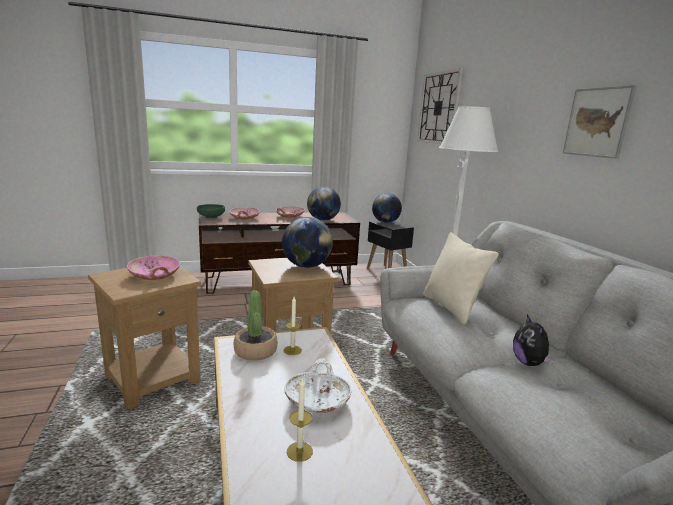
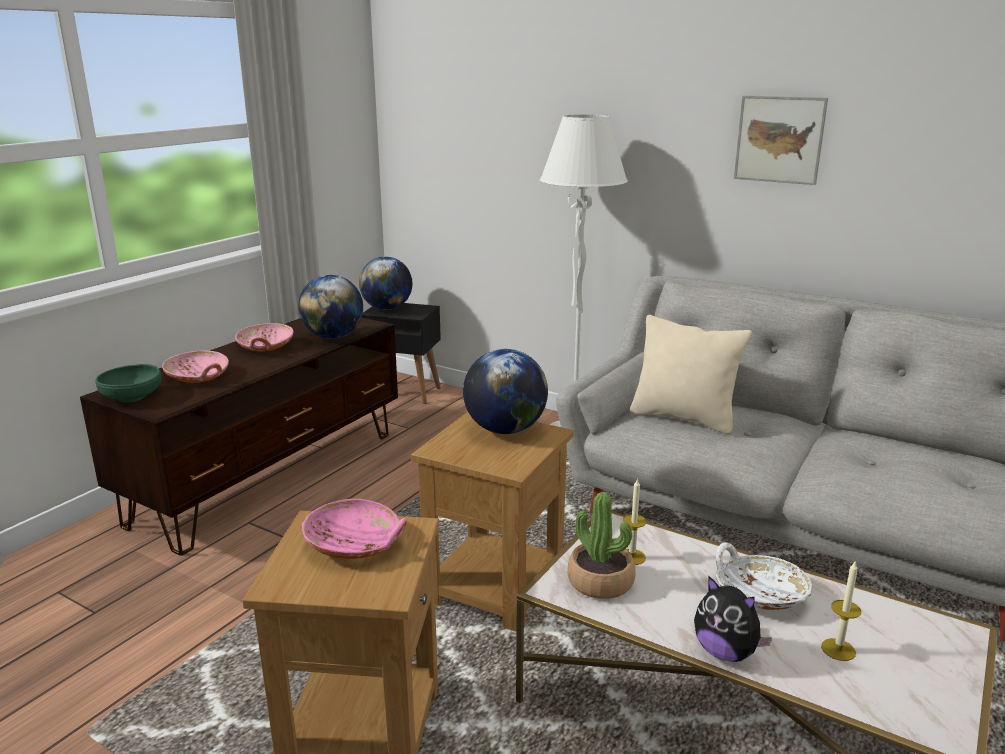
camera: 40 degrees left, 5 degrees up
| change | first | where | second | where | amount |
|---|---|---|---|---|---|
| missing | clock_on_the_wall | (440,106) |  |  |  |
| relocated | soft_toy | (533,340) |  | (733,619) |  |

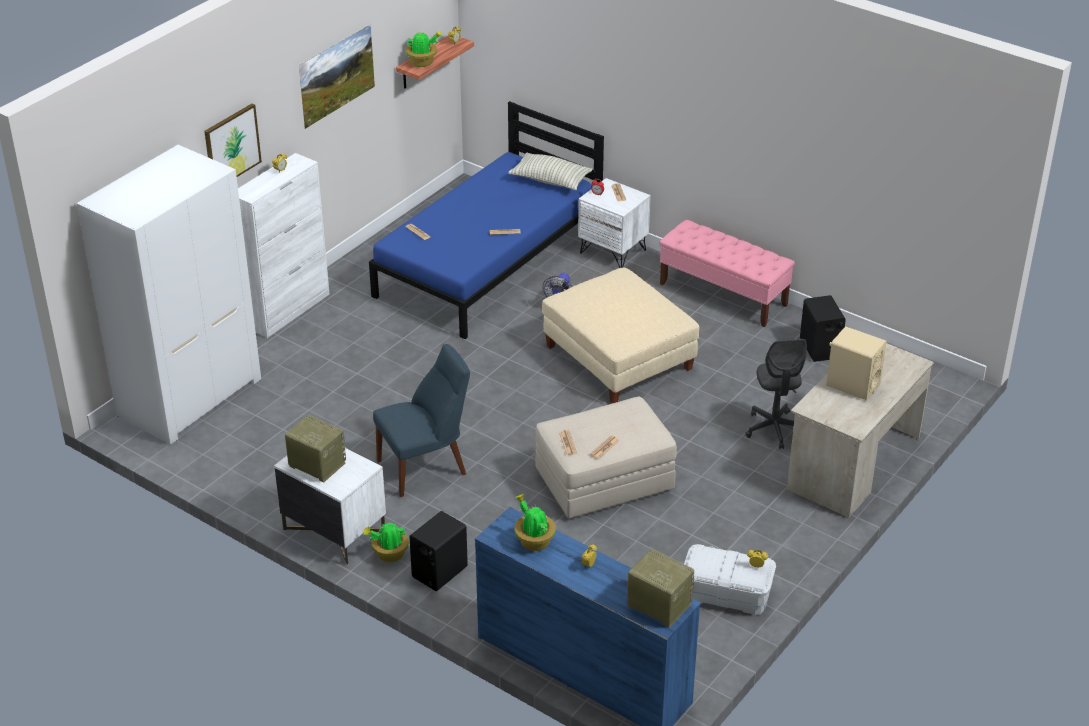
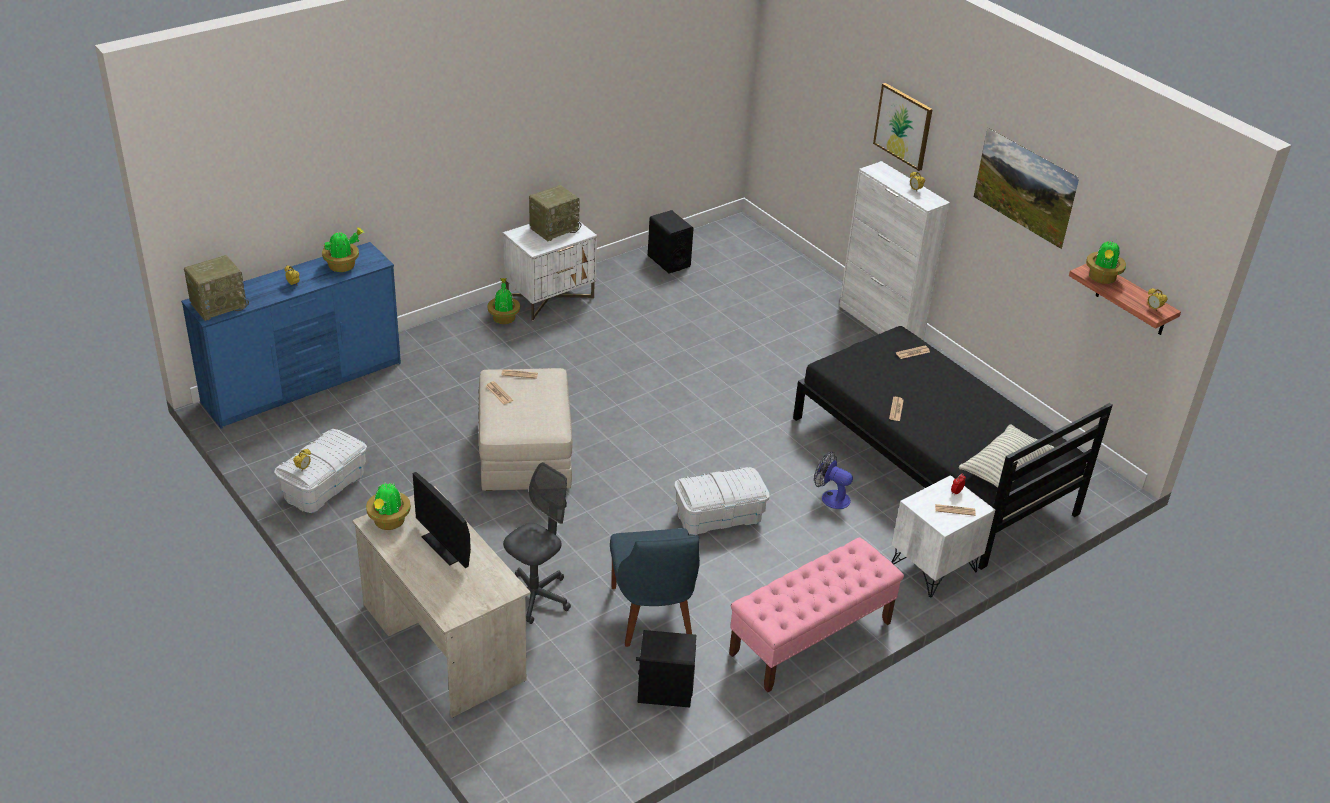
camera: 105 degrees right, 0 degrees up
| change | first | where | second | where | amount |
|---|---|---|---|---|---|
| missing | white_wardrobe | (168,295) |  |  |  |
| colour | blue_bedroom_bed | (486,220) | black_bedroom_bed | (953,448) |  |
| relocated | blue_plain_chair | (421,420) |  | (655,587) |  |
| relocated | black_speaker | (438,551) |  | (671,241) |  |
| exchanged | beige-coloured_footrest | (621,335) | white_storage_box | (722,501) |  |
| spun | gray_computer_chair | (776,394) |  | (537,543) | 120 degrees clockwise |
| exchanged | beige-coloured_speaker | (856,363) | computer_screen | (442,520) |  |
| appeared |  |  | plant_in_a_pot | (388,506) |  |

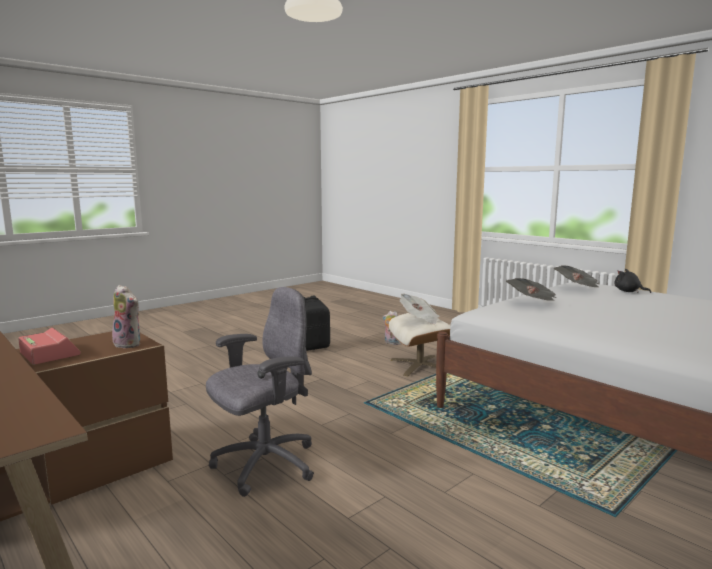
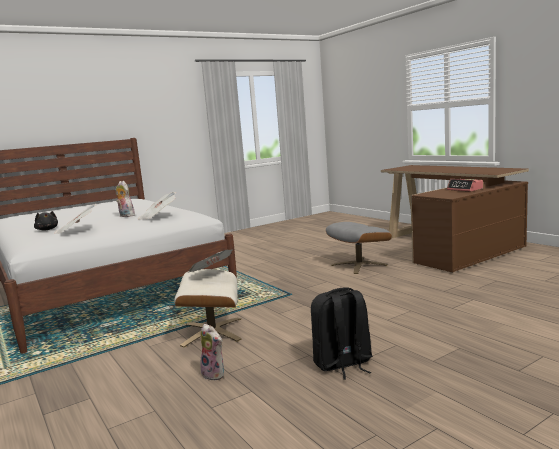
camera: 170 degrees left, 0 degrees up
| change | first | where | second | where | amount |
|---|---|---|---|---|---|
| relocated | soft_toy | (126,317) |  | (125,199) |  |
| exchanged | gray_computer_chair | (260,392) | gray_footrest | (359,248) |  |

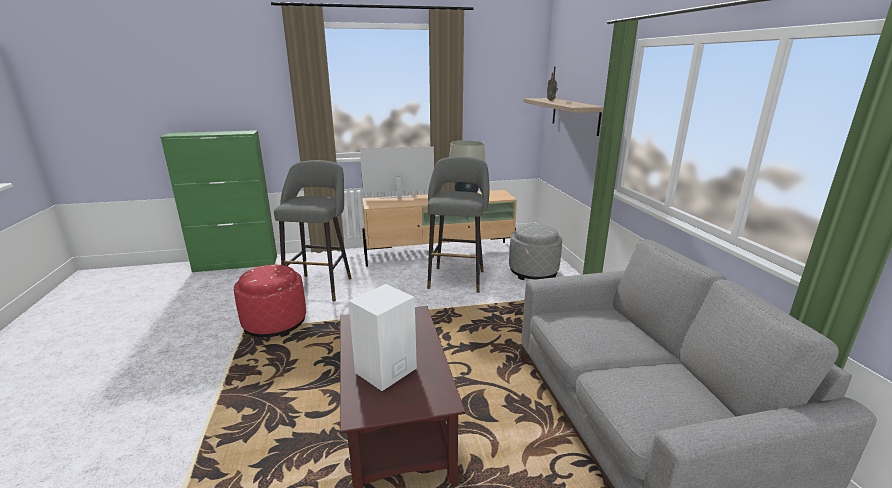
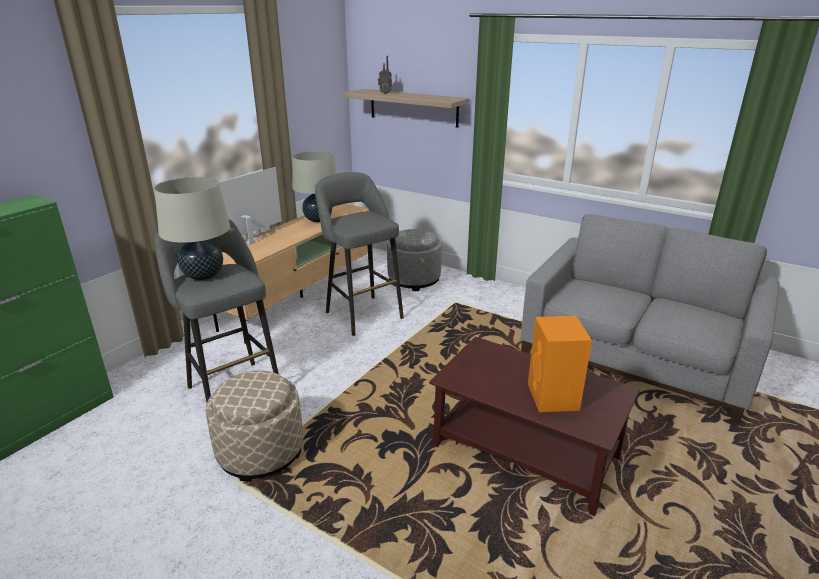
camera: 45 degrees left, 5 degrees up
| change | first | where | second | where | amount |
|---|---|---|---|---|---|
| colour | red_footrest | (270,301) | beige-coloured_footrest | (254,426) |  |
| colour | white_speaker | (382,337) | orangey_speaker | (560,364) |  |
| appeared |  |  | beige-coloured_tabletop_lamp | (192,228) |  |

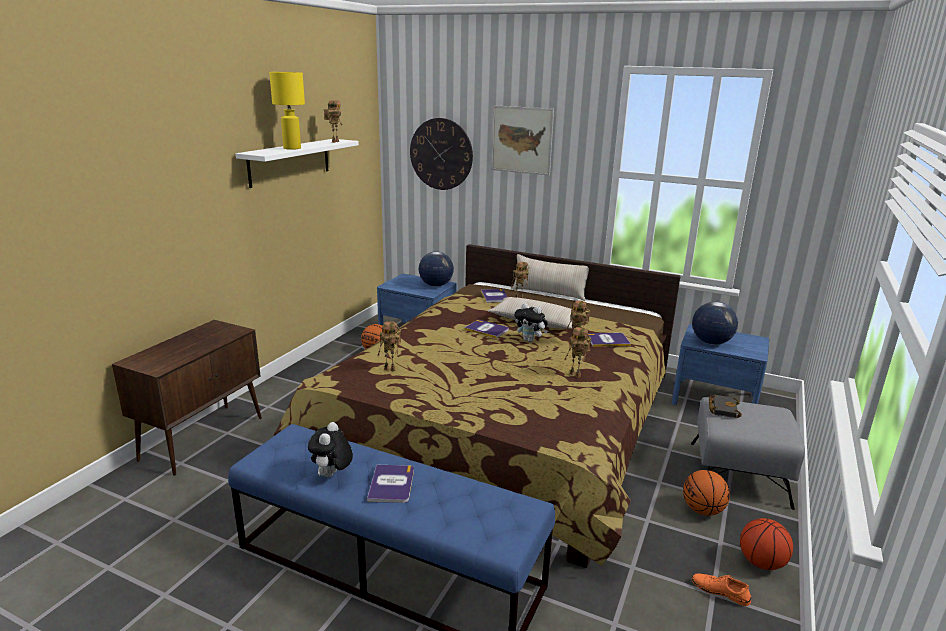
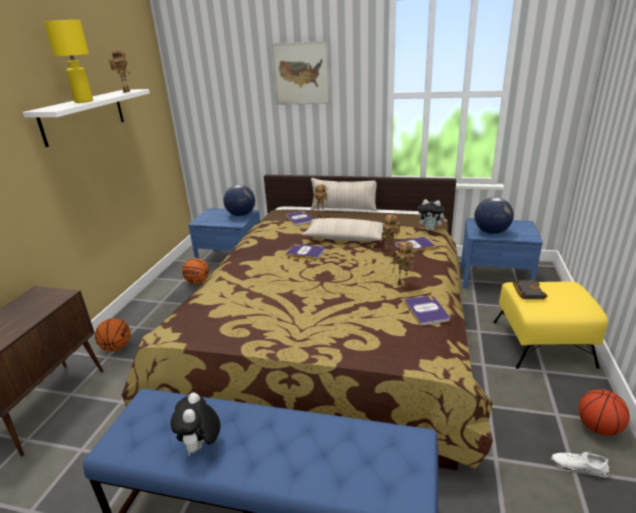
camera: 10 degrees left, 5 degrees up
| change | first | where | second | where | amount |
|---|---|---|---|---|---|
| relocated | book | (390,484) |  | (427,310) |  |
| missing | model_robot | (389,346) |  |  |  |
| missing | clock_on_the_wall | (441,154) |  |  |  |
| relocated | soft_toy | (531,322) |  | (432,215) |  |
| relocated | basketball | (706,493) |  | (113,334) |  |
| colour | gray_footrest | (748,453) | yellow_footrest | (550,325) |  |
| colour | orangey_low_shoe | (721,589) | white_low_shoe | (580,464) |  |

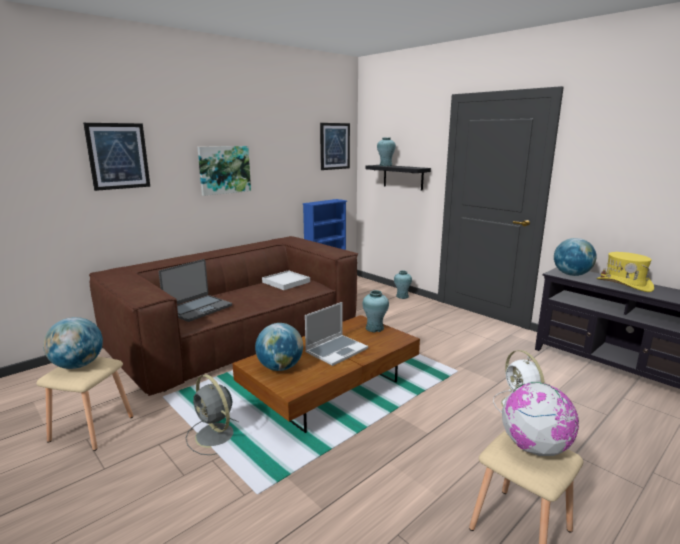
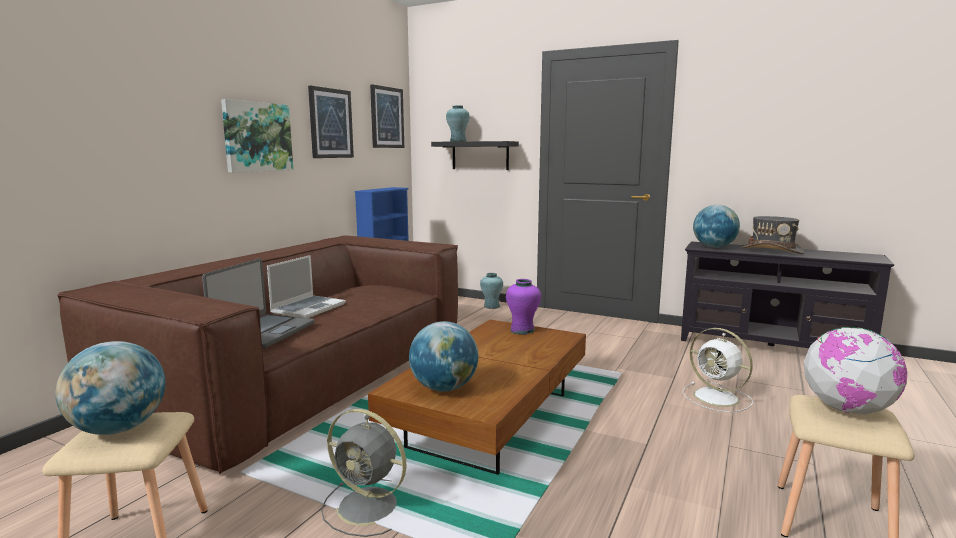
camera: 20 degrees left, 5 degrees down
| change | first | where | second | where | amount |
|---|---|---|---|---|---|
| relocated | wall_picture | (116,157) |  | (331,122) |  |
| missing | white_tray | (286,280) |  |  |  |
| relocated | portable_computer | (336,334) |  | (306,286) |  |
| colour | turquoise-coloured_decorative_vase | (376,311) | purplish_decorative_vase | (523,307) |  |
| colour | yellow_clothing_hat | (625,272) | gray_clothing_hat | (773,235) |  |

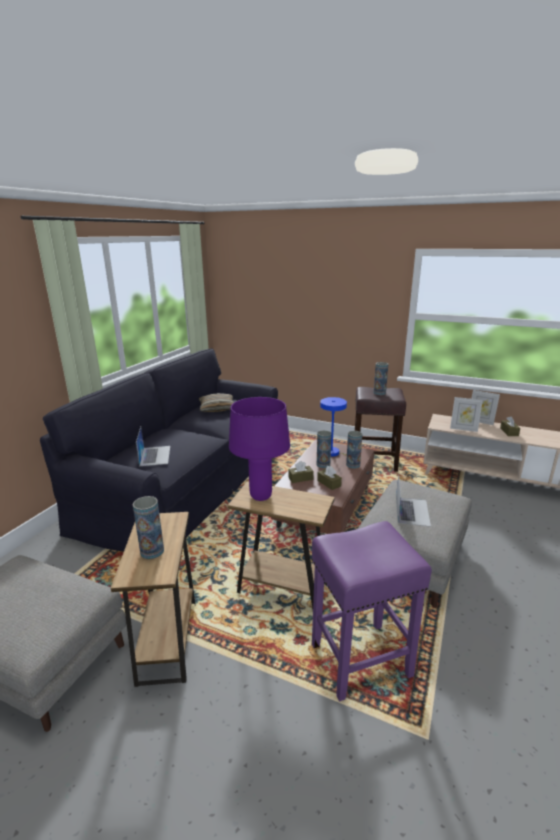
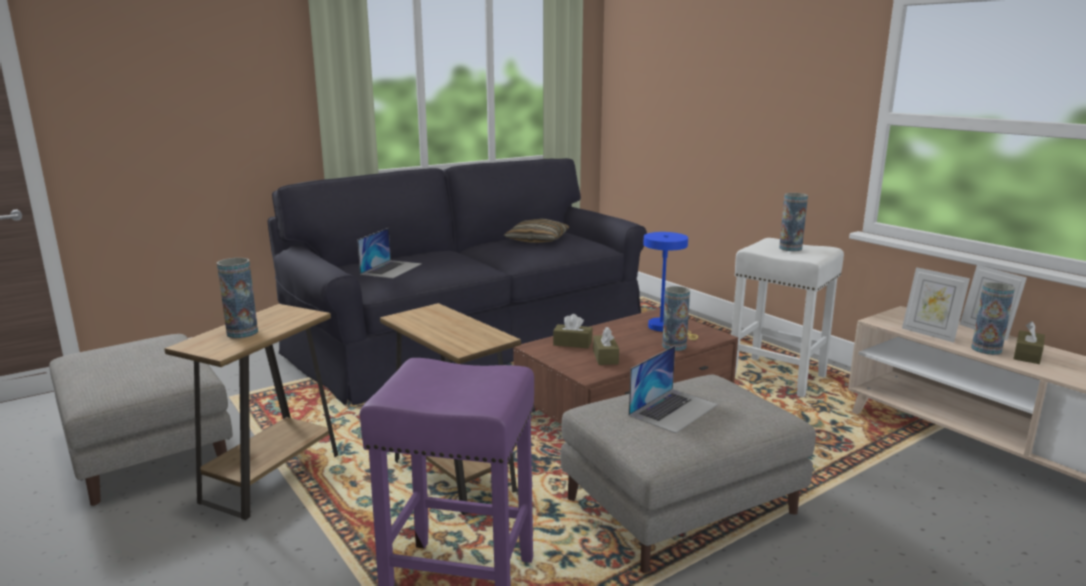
camera: 30 degrees right, 5 degrees down
| change | first | where | second | where | amount |
|---|---|---|---|---|---|
| missing | purplish_tabletop_lamp | (259,449) |  |  |  |
| relocated | decorative_vase | (324,449) |  | (993,318) |  |
| colour | brown_stool | (380,429) | white_stool | (787,318) |  |

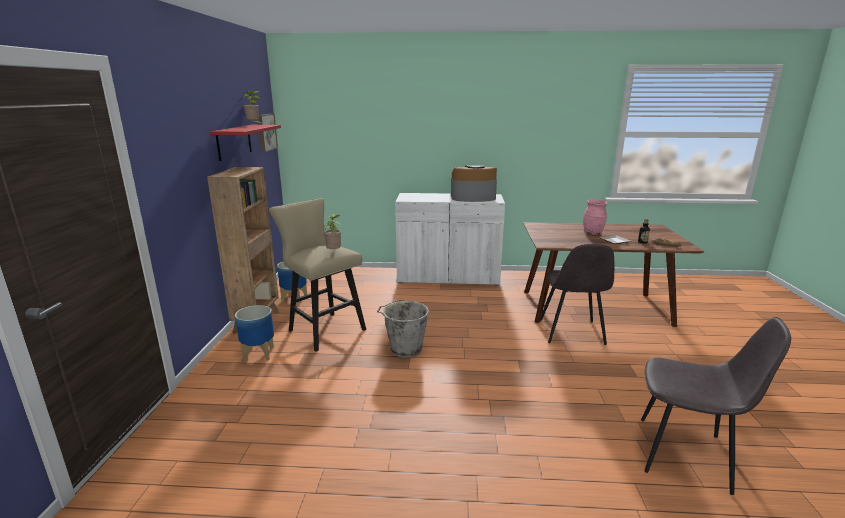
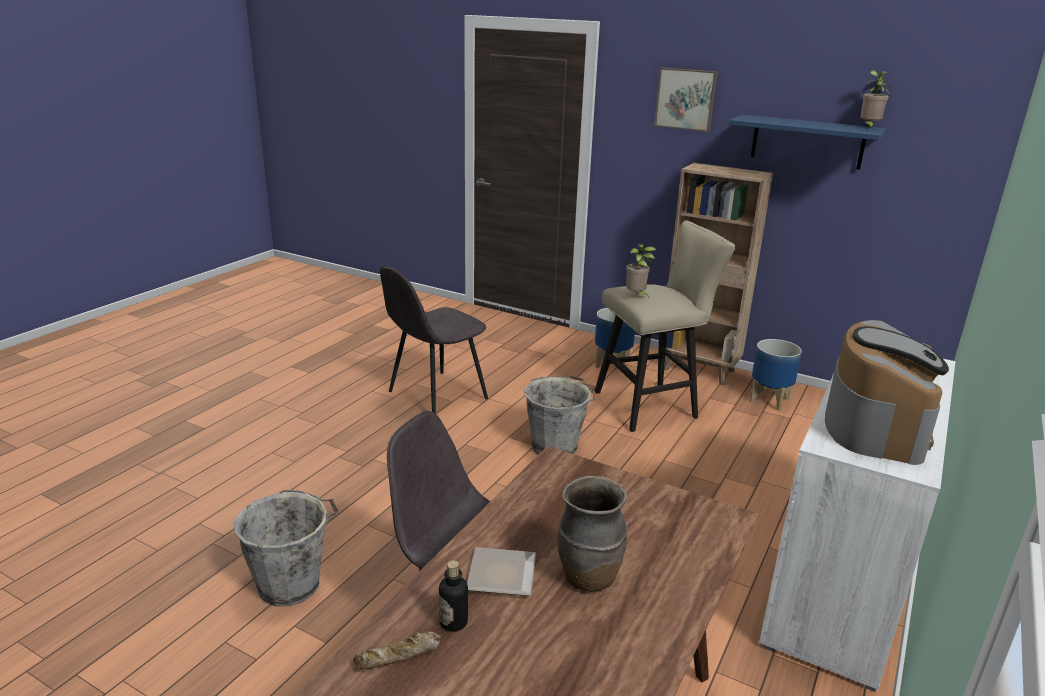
camera: 115 degrees right, 5 degrees up
| change | first | where | second | where | amount |
|---|---|---|---|---|---|
| colour | red_shelf | (245,143) | blue_shelf | (807,142) |  |
| relocated | wall_picture | (268,133) |  | (686,99) |  |
| colour | pink-coloured_decorative_vase | (595,217) | brown_decorative_vase | (593,534) |  |
| relocated | gray_plain_chair | (716,406) |  | (434,340) |  |
| appeared |  |  | gray_bucket | (286,548) |  |

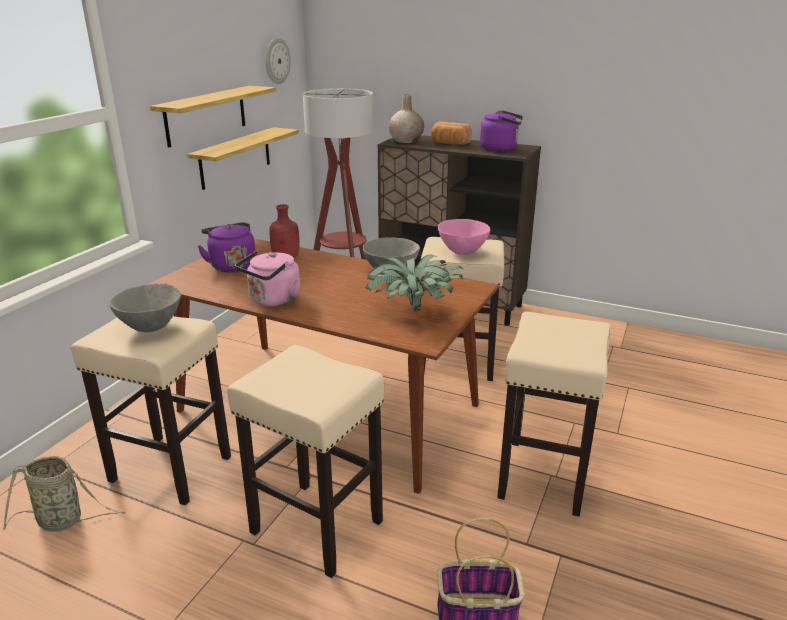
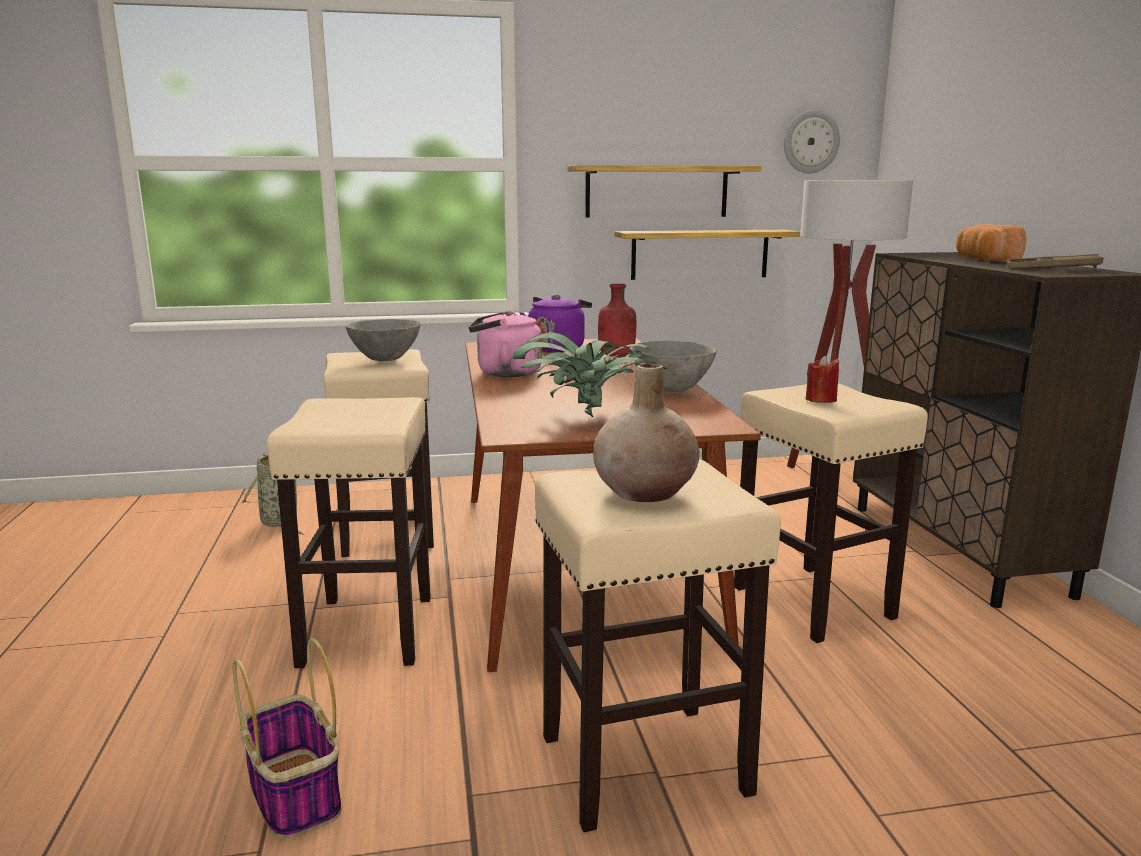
camera: 55 degrees right, 10 degrees down
| change | first | where | second | where | amount |
|---|---|---|---|---|---|
| relocated | beige-coloured_decorative_vase | (406,119) |  | (646,432) |  |
| exchanged | pink-coloured_deep_dish | (464,237) | red_wax_light | (822,379) |  |
| exchanged | purplish_tea_kettle | (501,130) | brown_tray | (1055,261) |  |

